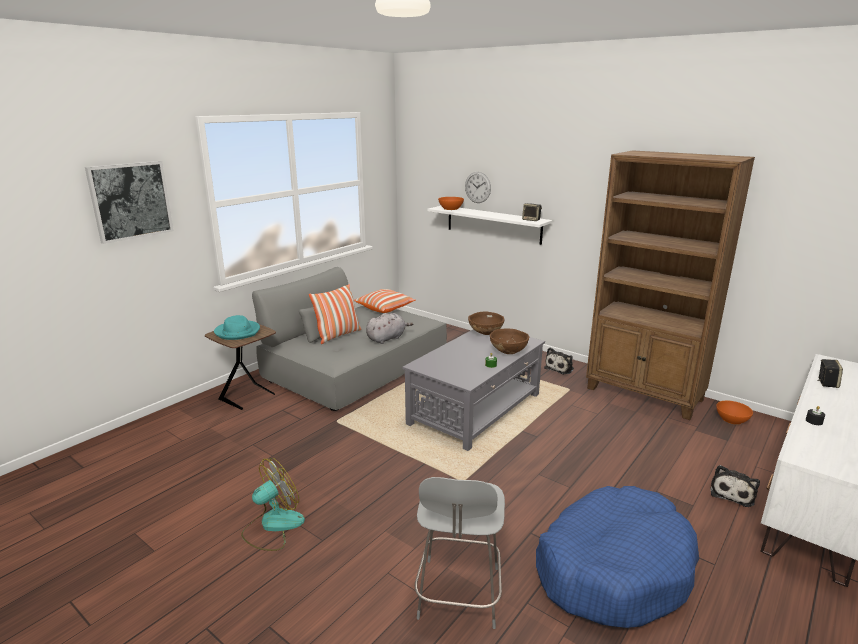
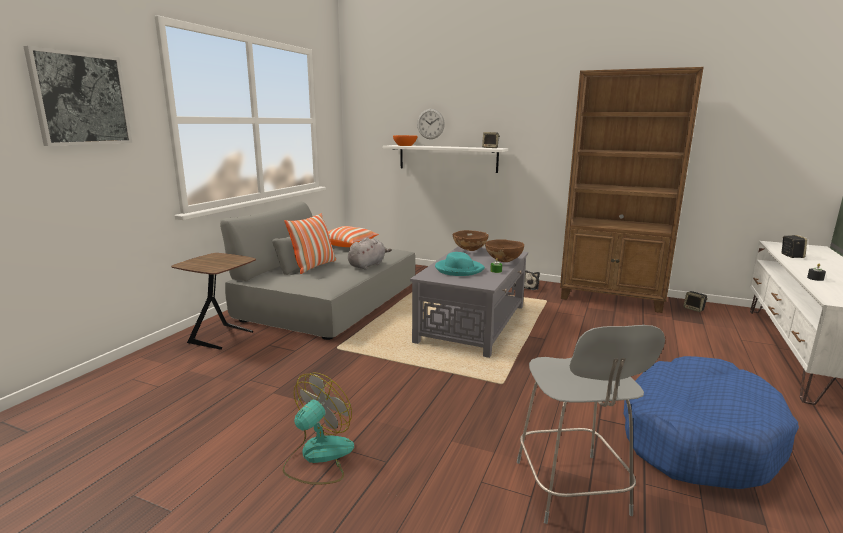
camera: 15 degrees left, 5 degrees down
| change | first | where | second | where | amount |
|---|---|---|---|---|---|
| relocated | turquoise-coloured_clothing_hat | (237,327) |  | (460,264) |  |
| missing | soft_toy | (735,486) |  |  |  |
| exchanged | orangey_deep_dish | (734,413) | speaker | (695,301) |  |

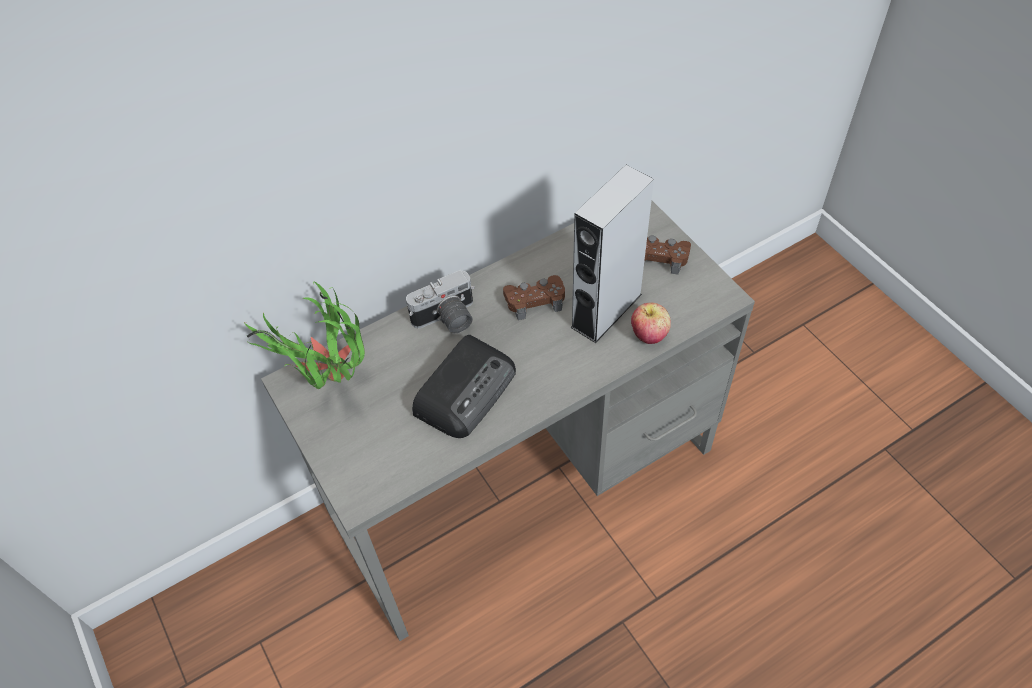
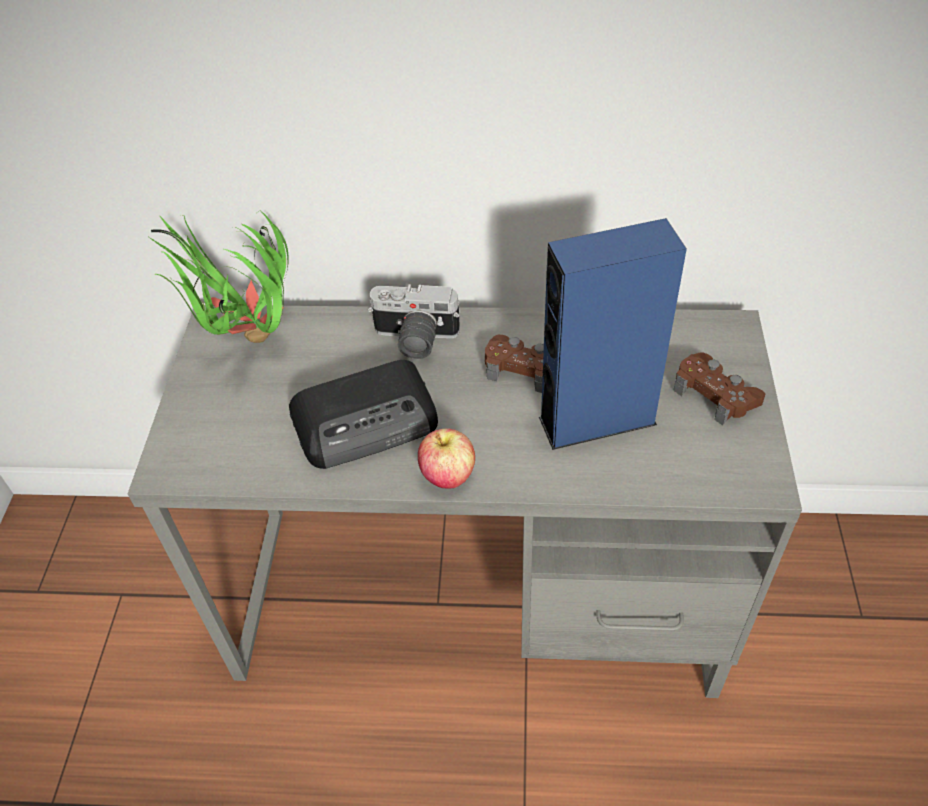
camera: 35 degrees right, 5 degrees down
| change | first | where | second | where | amount |
|---|---|---|---|---|---|
| colour | gray_speaker | (612,254) | blue_speaker | (613,334) |  |
| relocated | apple_fruit | (651,323) |  | (446,459) |  |

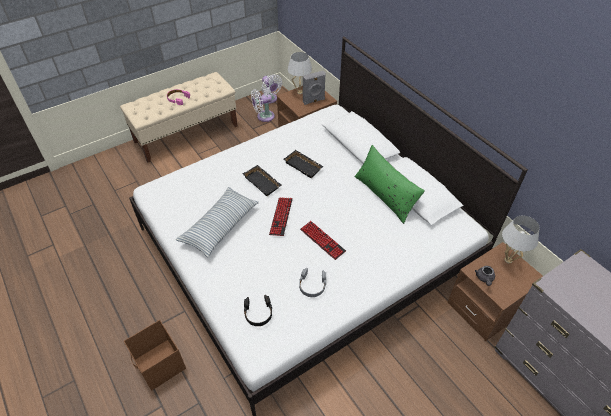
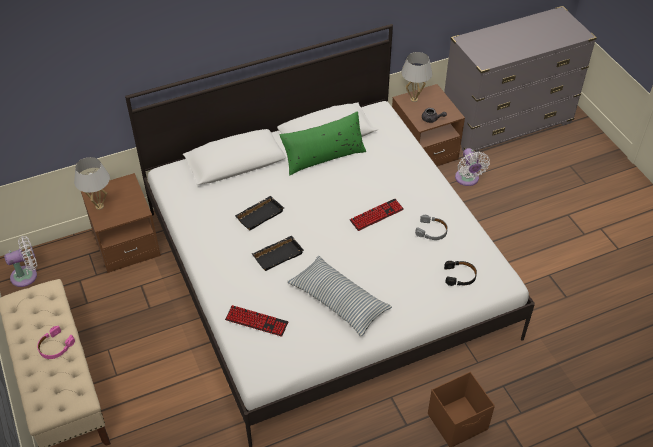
camera: 80 degrees left, 0 degrees up
| change | first | where | second | where | amount |
|---|---|---|---|---|---|
| relocated | white_fan | (263,105) |  | (472,167) |  |
| relocated | computer_keyboard | (281,216) |  | (256,321) |  |
| missing | gray_speaker | (314,88) |  |  |  |

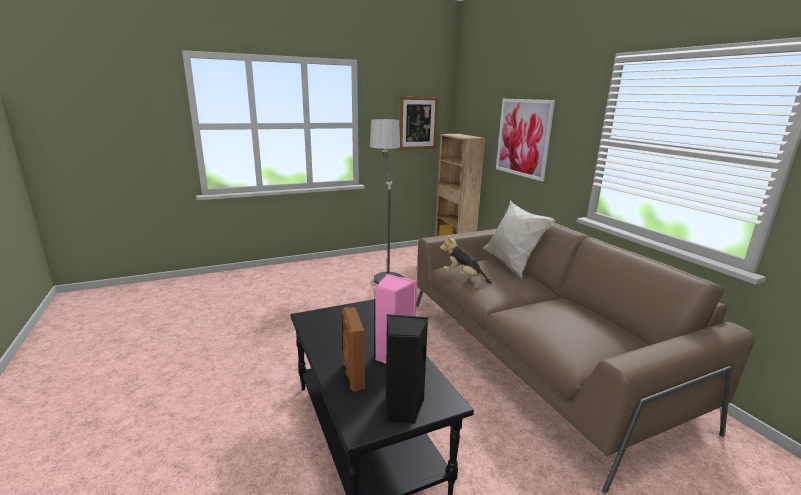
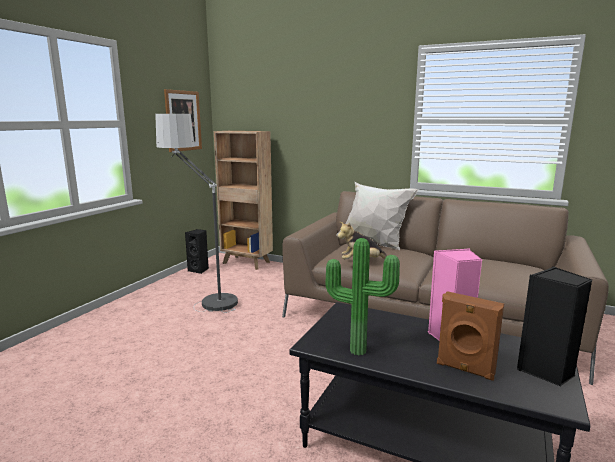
camera: 40 degrees left, 5 degrees down
| change | first | where | second | where | amount |
|---|---|---|---|---|---|
| missing | wall_picture | (525,140) |  |  |  |
| appeared |  |  | black_speaker | (197,251) |  |
| appeared |  |  | plant_in_a_pot | (363,297) |  |

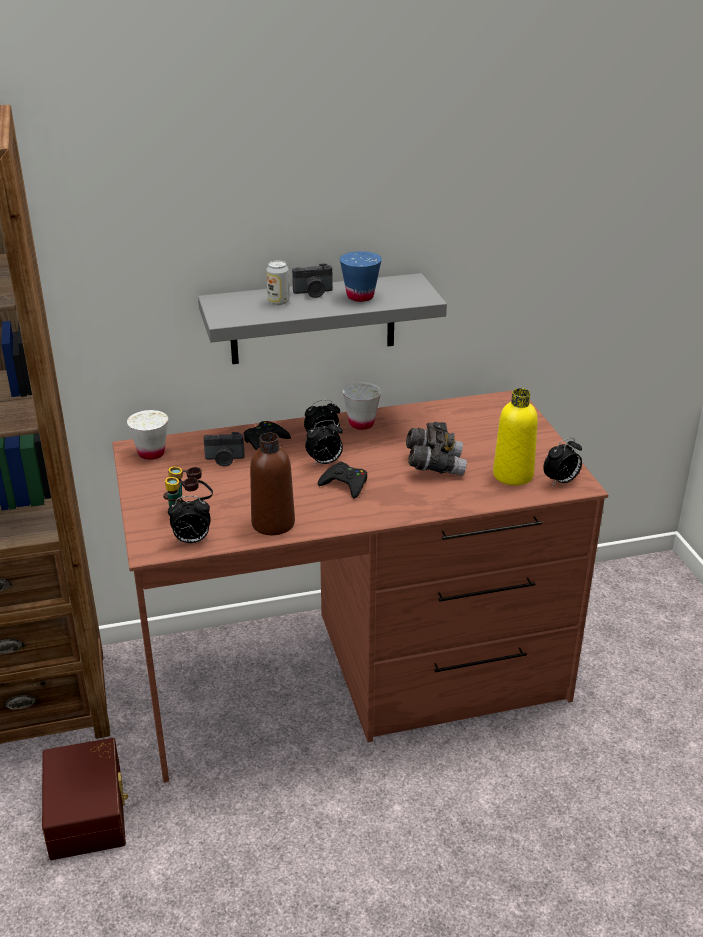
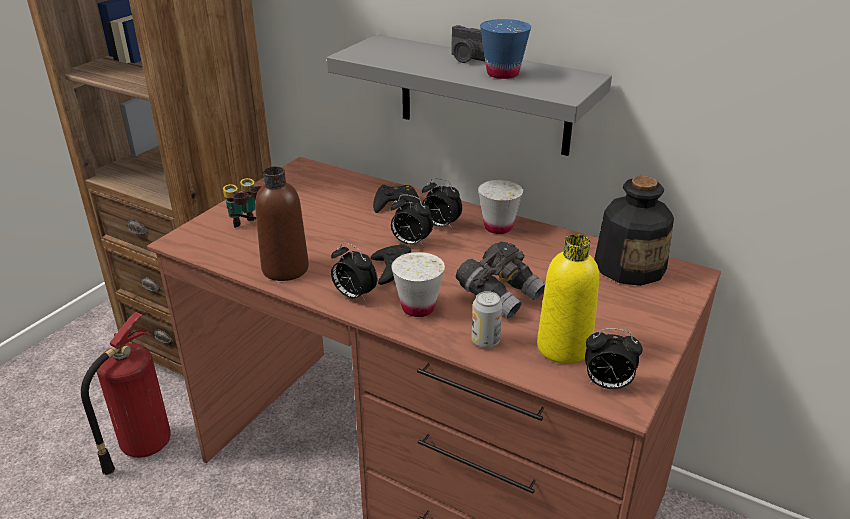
camera: 45 degrees right, 0 degrees up
| change | first | where | second | where | amount |
|---|---|---|---|---|---|
| exchanged | brown_storage_box | (85,799) | fire_extinguisher | (126,393) |  |
| relocated | white_small_cup | (147,435) |  | (418,284) |  |
| relocated | bedside_clock | (189,520) |  | (354,272) |  |
| missing | photo_camera | (224,449) |  |  |  |
| relocated | sealed_can | (278,283) |  | (487,319) |  |
| appeared |  |  | bottle | (634,231) |  |

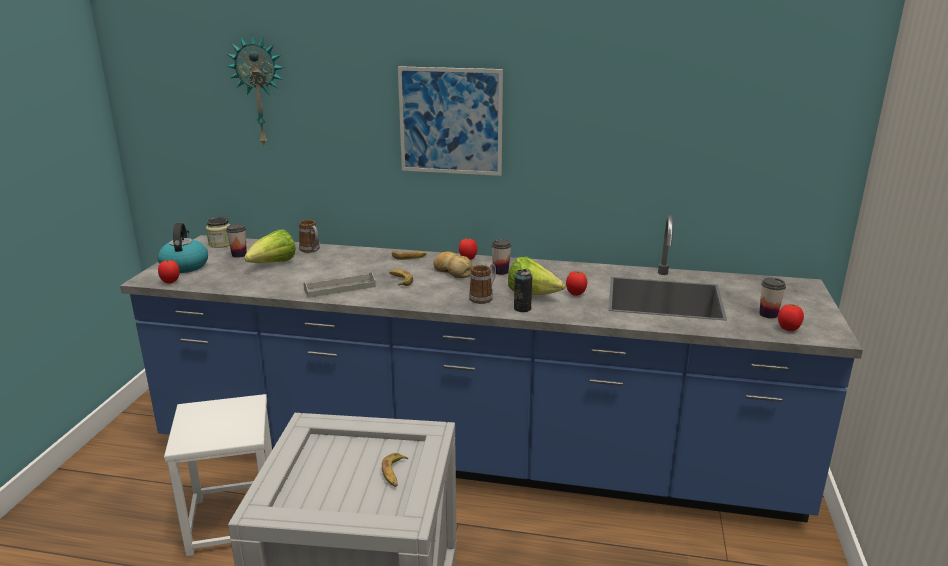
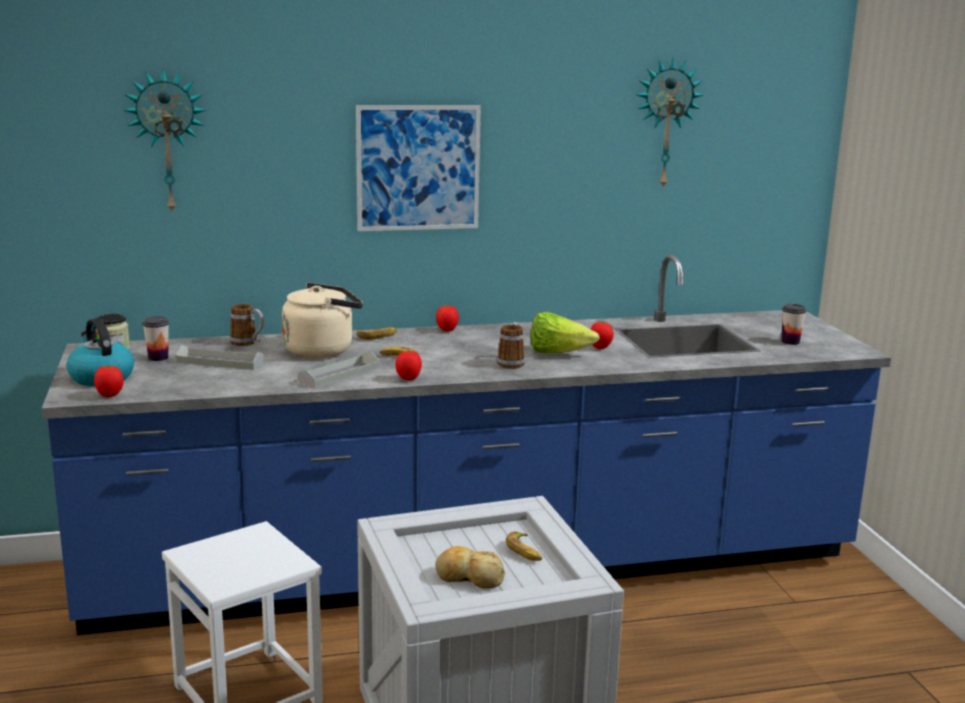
camera: 25 degrees left, 5 degrees down
| change | first | where | second | where | amount |
|---|---|---|---|---|---|
| exchanged | lettuce_head | (270,246) | gray_tray | (220,357) |  |
| relocated | bakery_bread | (453,265) |  | (470,567) |  |
| missing | small_cup | (501,257) |  |  |  |
| missing | sealed_can | (523,290) |  |  |  |
| relocated | fresh_tomato | (791,317) |  | (408,365) |  |
| appeared |  |  | beige-coloured_tea_kettle | (322,320) |  |
| appeared |  |  | clock_on_the_wall | (670,122) |  |

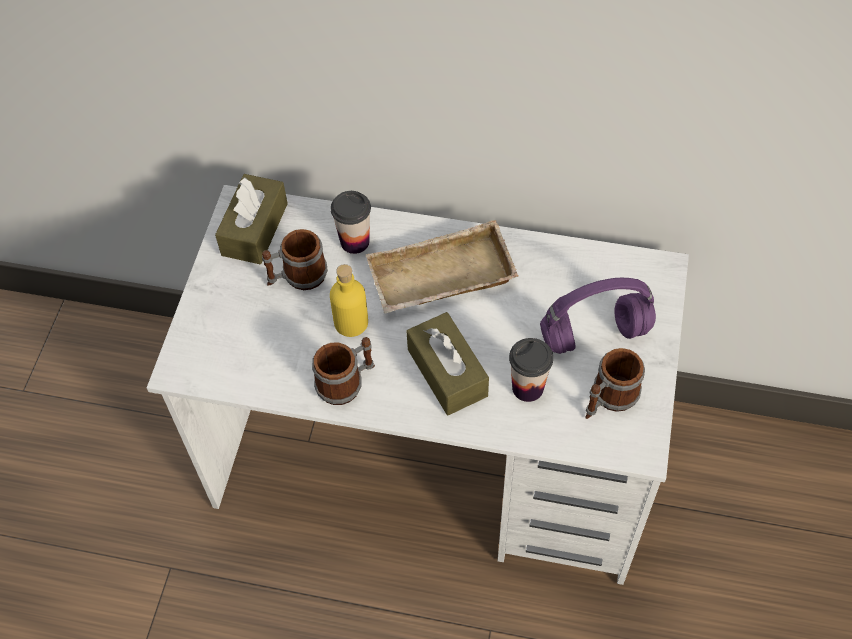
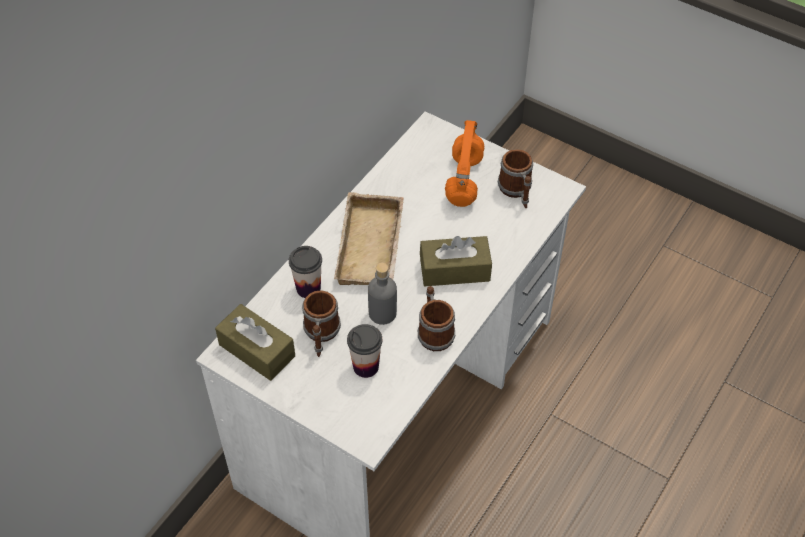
camera: 70 degrees left, 5 degrees down
| change | first | where | second | where | amount |
|---|---|---|---|---|---|
| colour | yellow_bottle | (349,300) | gray_bottle | (382,294) |  |
| relocated | small_cup | (531,370) |  | (364,351) |  |
| colour | purplish_headset | (598,316) | orangey_headset | (464,163) |  |

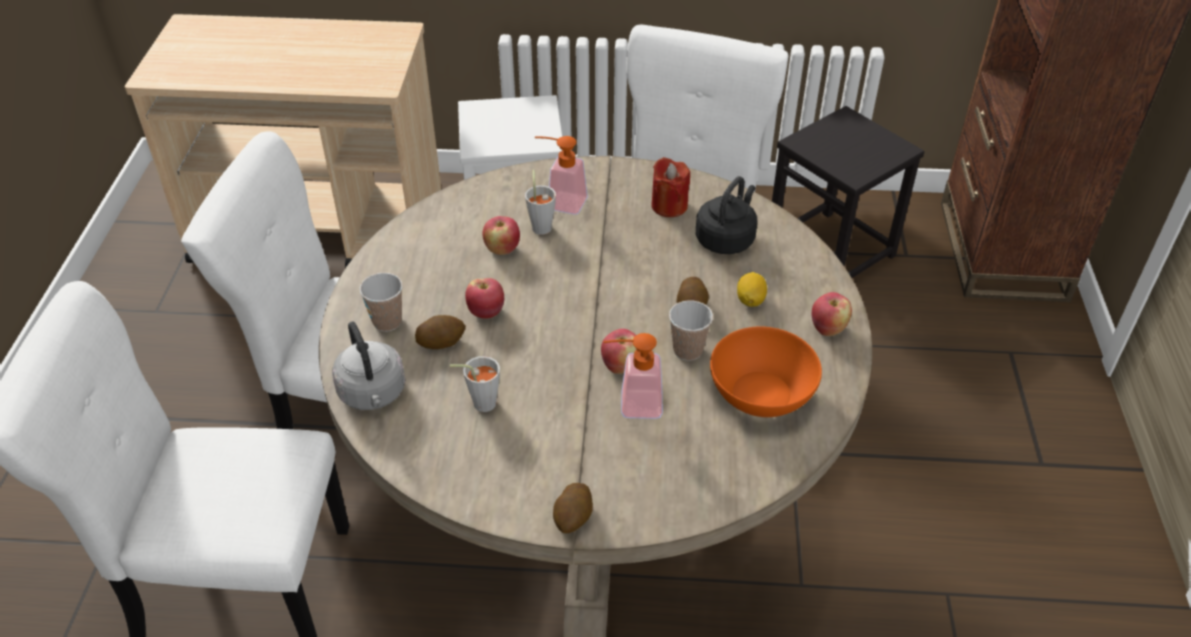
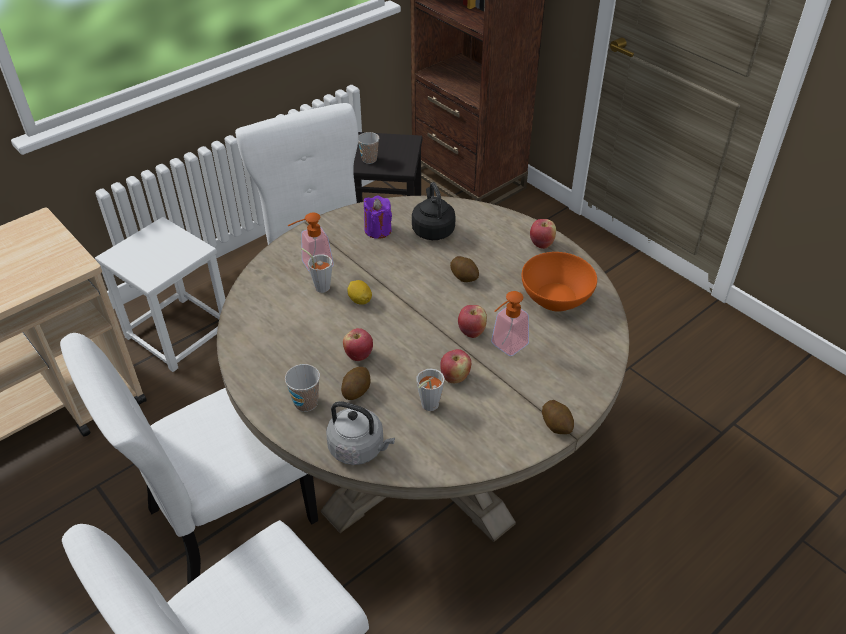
camera: 45 degrees left, 0 degrees up
| change | first | where | second | where | amount |
|---|---|---|---|---|---|
| relocated | apple_fruit | (501,235) |  | (455,366) |  |
| colour | red_wax_light | (671,187) | purplish_wax_light | (378,217) |  |
| relocated | small_cup | (691,330) |  | (368,148) |  |
| relocated | lemon | (752,289) |  | (359,292) |  |

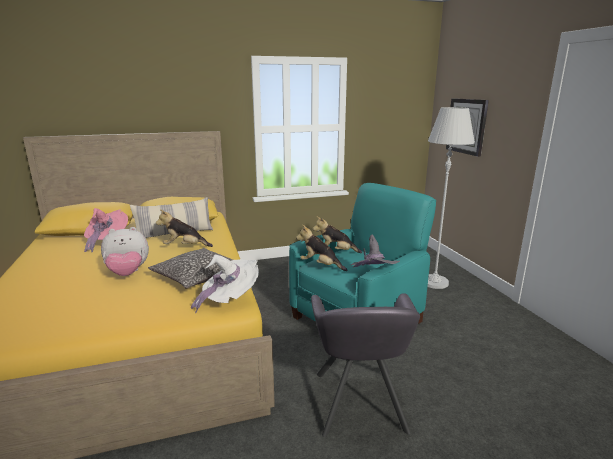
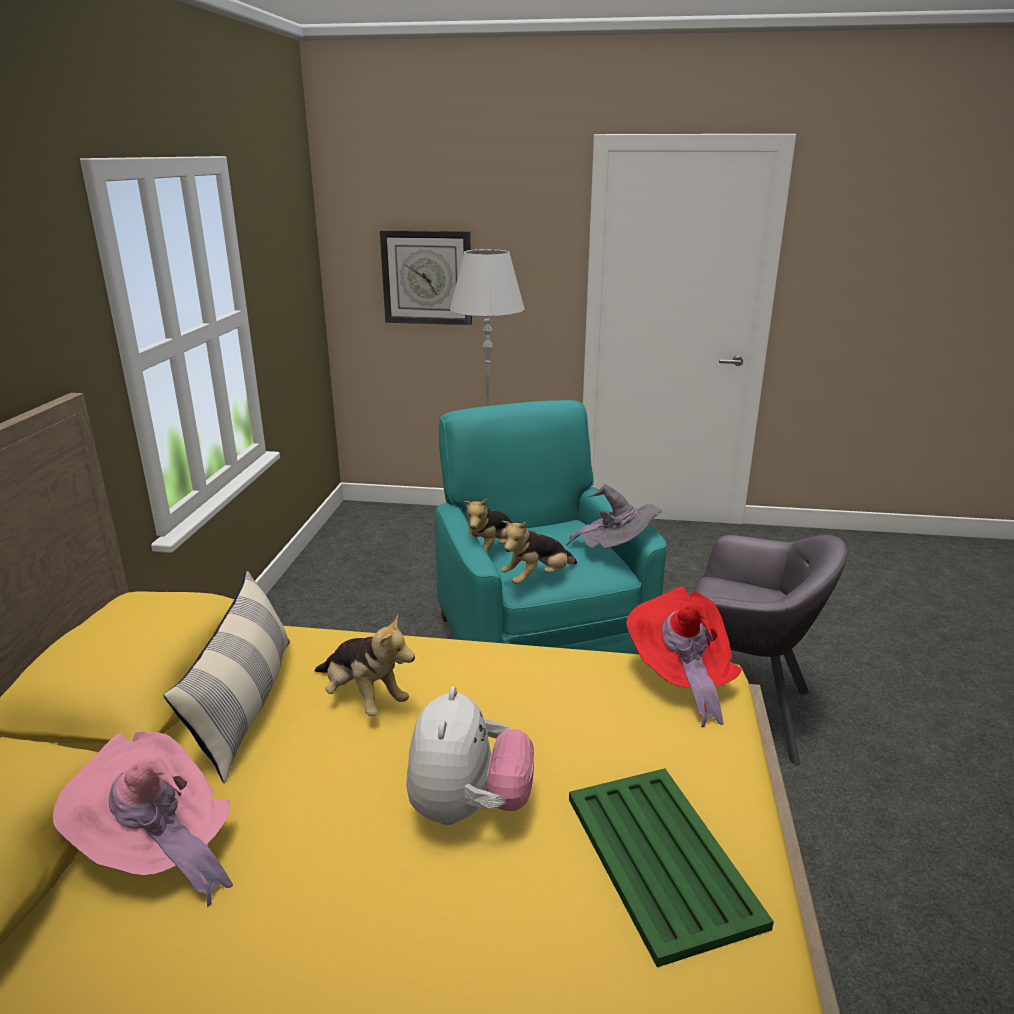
camera: 65 degrees left, 5 degrees up
| change | first | where | second | where | amount |
|---|---|---|---|---|---|
| missing | pillow | (190,268) |  |  |  |
| spun | soft_toy | (184,228) |  | (364,664) | 75 degrees counterclockwise |
| colour | white_clothing_hat | (225,284) | red_clothing_hat | (684,656) |  |
| appeared |  |  | green-coloured_tray | (671,867) |  |

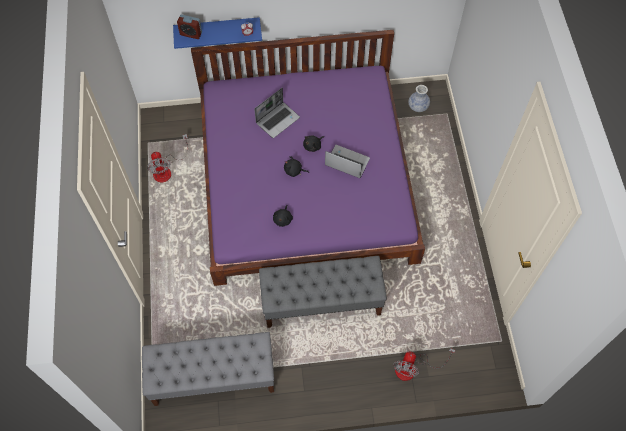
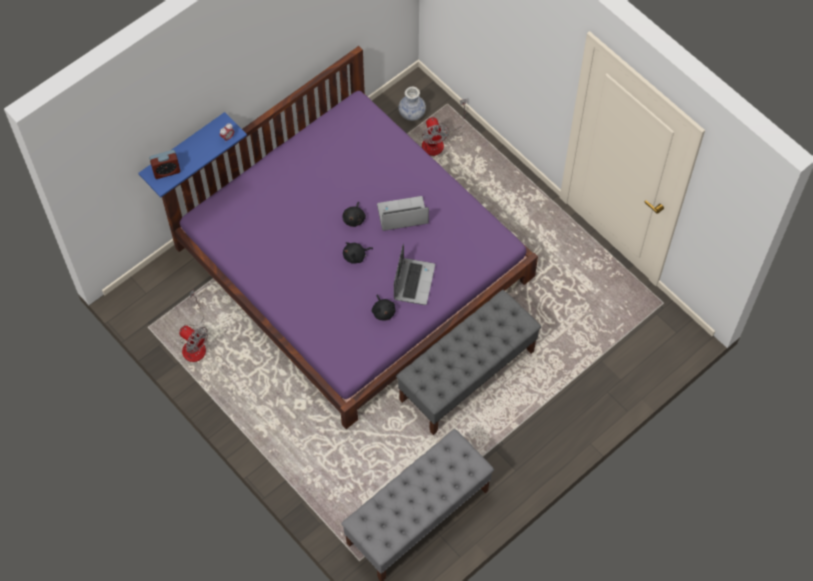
camera: 35 degrees left, 0 degrees up
| change | first | where | second | where | amount |
|---|---|---|---|---|---|
| relocated | portable_computer | (277,113) |  | (414,274) |  |
| relocated | fan | (424,364) |  | (444,127) |  |

